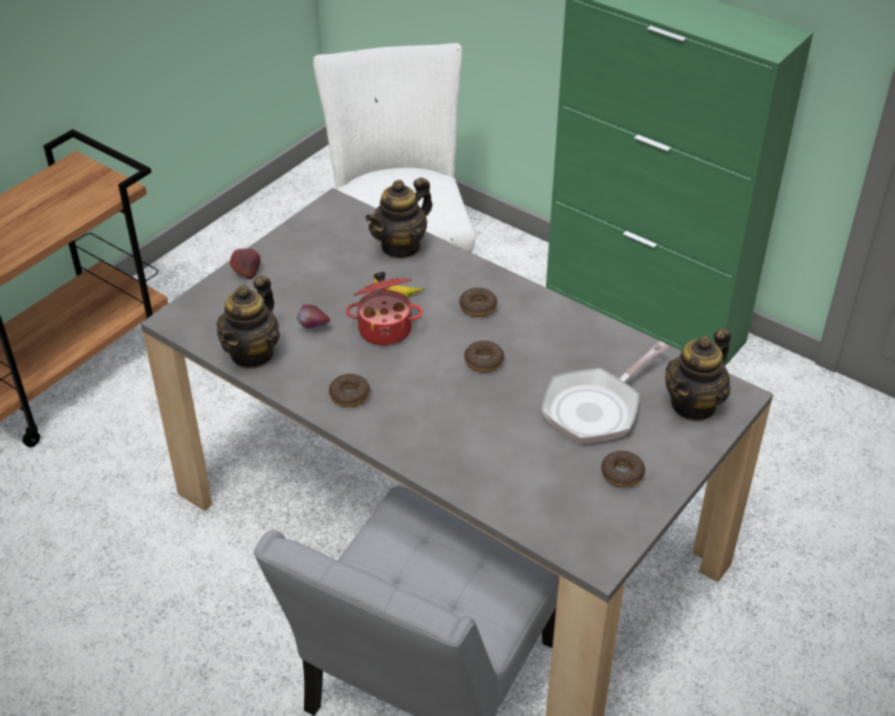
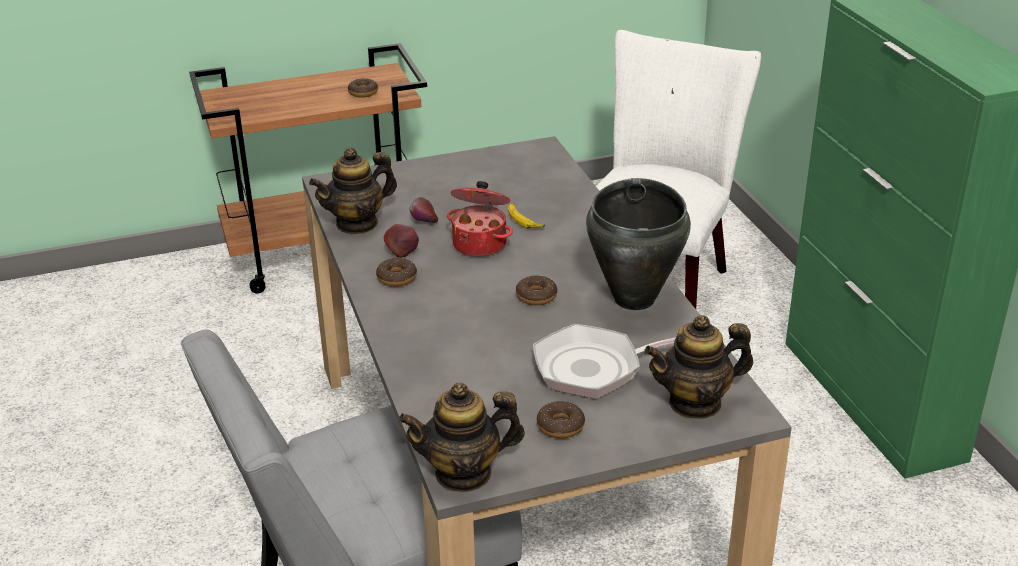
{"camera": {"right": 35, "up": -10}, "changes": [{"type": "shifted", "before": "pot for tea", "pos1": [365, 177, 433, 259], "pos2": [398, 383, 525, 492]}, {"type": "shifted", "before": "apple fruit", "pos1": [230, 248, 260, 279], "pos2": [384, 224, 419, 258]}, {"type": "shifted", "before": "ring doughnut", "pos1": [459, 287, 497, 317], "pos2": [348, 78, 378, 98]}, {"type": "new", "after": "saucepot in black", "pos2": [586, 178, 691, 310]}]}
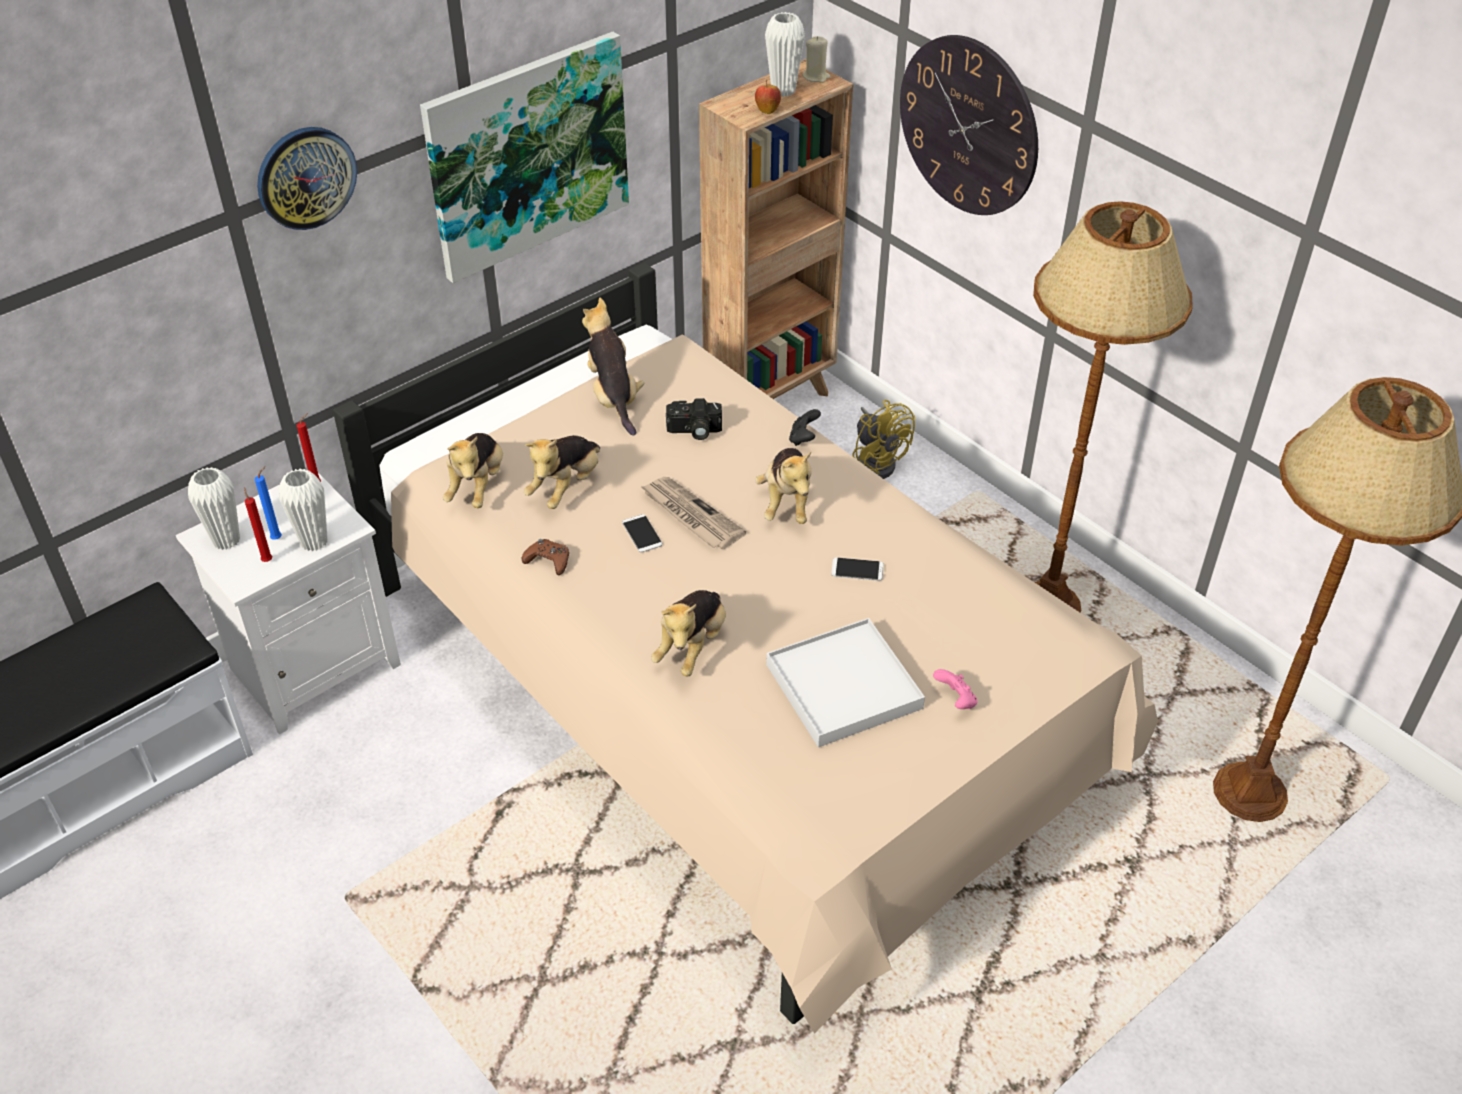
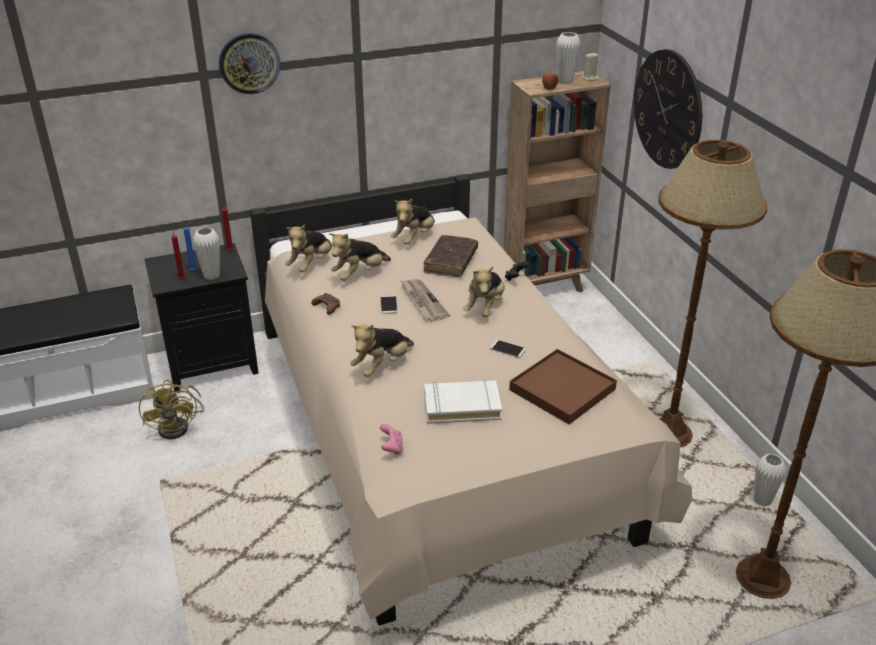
{"camera": {"right": 20, "up": -10}, "changes": [{"type": "gone", "before": "wall picture", "pos1": [420, 31, 629, 283]}, {"type": "rotated", "before": "soft toy", "pos1": [582, 298, 644, 436], "pos2": [391, 199, 435, 245], "turn": -150}, {"type": "swapped", "before": "still camera", "after": "book in brownish", "pos1": [666, 398, 722, 440], "pos2": [423, 235, 478, 277]}, {"type": "shifted", "before": "fan in yellowish", "pos1": [852, 400, 915, 479], "pos2": [139, 380, 204, 439]}, {"type": "shifted", "before": "decorative vase in whitish", "pos1": [188, 467, 240, 550], "pos2": [753, 454, 786, 507]}, {"type": "repainted", "before": "bedside table in whitish", "after": "bedside table in black", "pos1": [176, 473, 401, 734], "pos2": [145, 243, 259, 392]}, {"type": "swapped", "before": "carrying tray in whitish", "after": "book in whitish", "pos1": [766, 618, 925, 747], "pos2": [424, 380, 502, 424]}, {"type": "shifted", "before": "game controller in pink", "pos1": [933, 669, 978, 709], "pos2": [380, 424, 404, 455]}, {"type": "new", "after": "carrying tray in brownish", "pos2": [509, 349, 617, 424]}]}
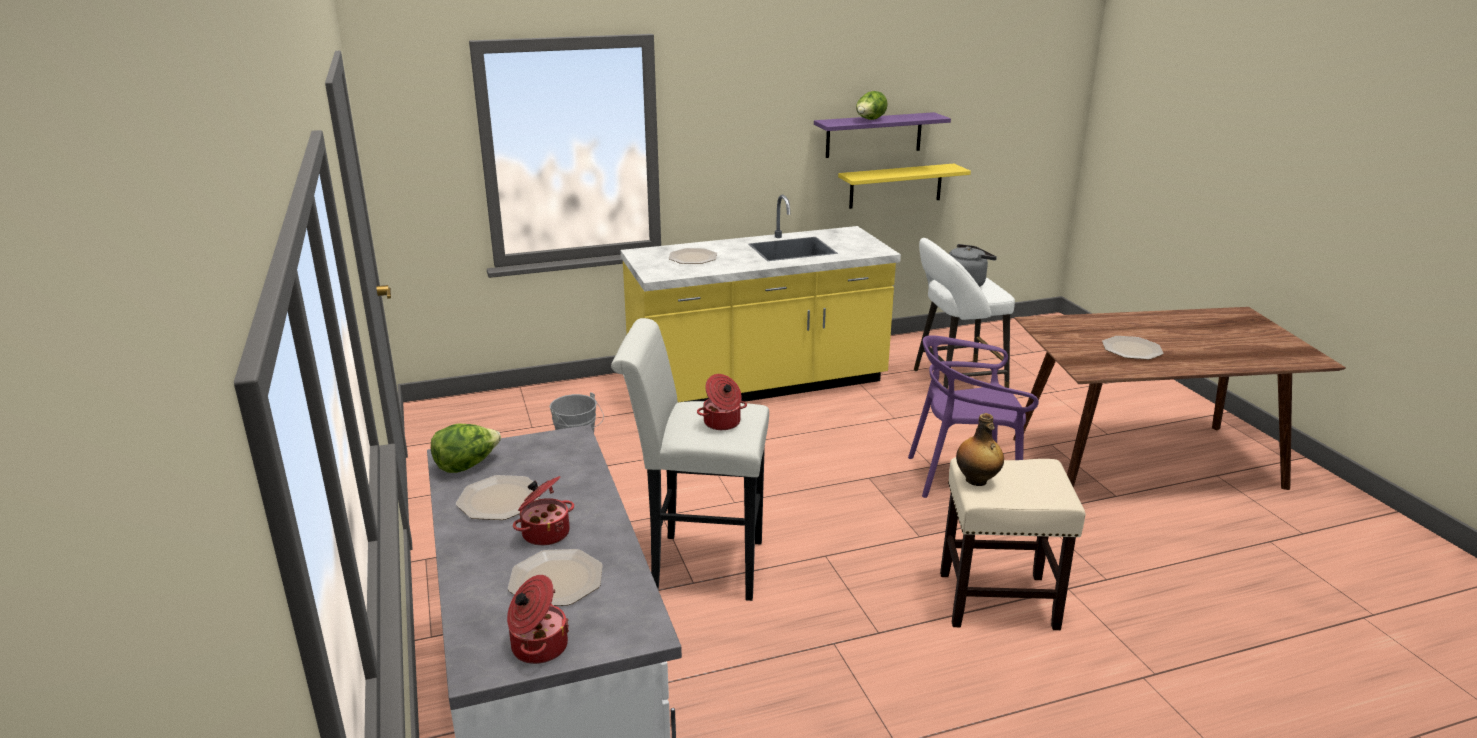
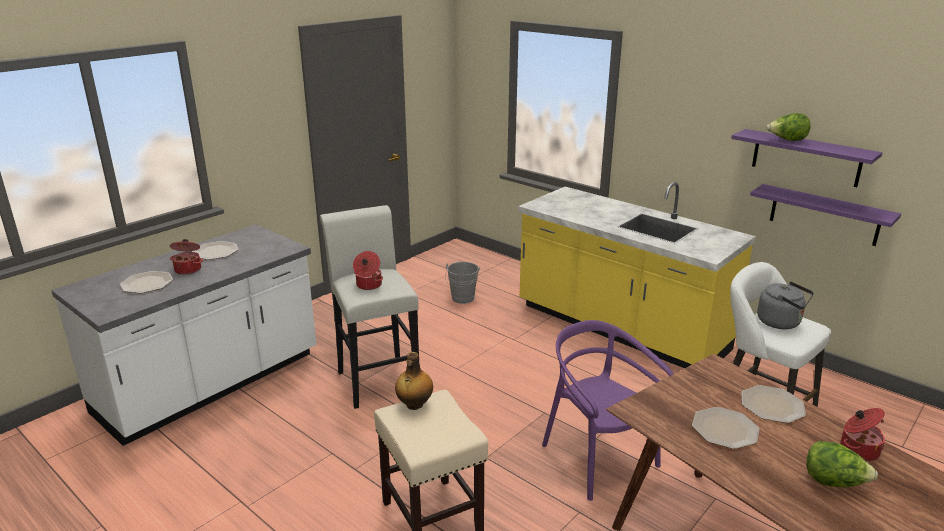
{"camera": {"right": 60, "up": 0}, "changes": [{"type": "repainted", "before": "shelf in yellowish", "after": "shelf in purple", "pos1": [838, 164, 971, 209], "pos2": [750, 184, 901, 246]}, {"type": "shifted", "before": "plate", "pos1": [668, 248, 717, 264], "pos2": [741, 385, 806, 423]}, {"type": "shifted", "before": "lettuce head", "pos1": [431, 423, 501, 473], "pos2": [806, 441, 878, 487]}, {"type": "shifted", "before": "saucepot", "pos1": [507, 575, 569, 664], "pos2": [840, 408, 885, 461]}]}
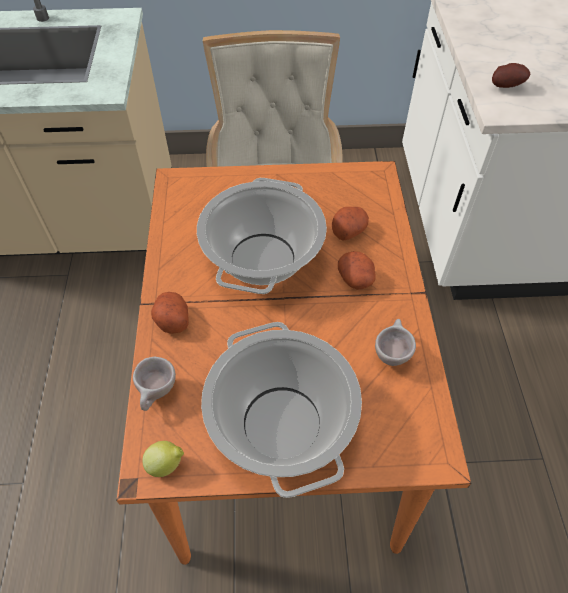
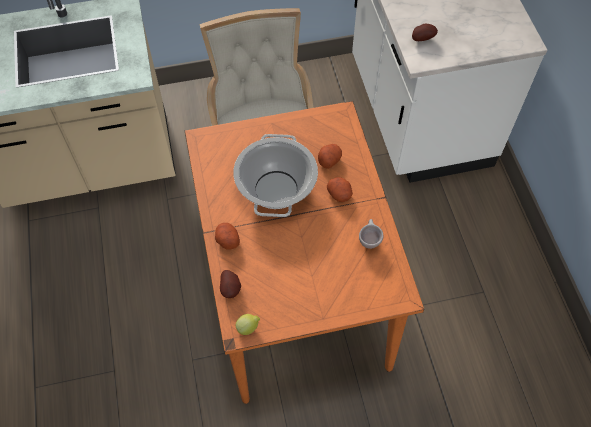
{"camera": {"right": -10, "up": 5}, "changes": [{"type": "gone", "before": "saucepot", "pos1": [201, 322, 362, 498]}, {"type": "swapped", "before": "small cup in beige", "after": "whole potato", "pos1": [133, 357, 176, 411], "pos2": [220, 270, 241, 298]}]}
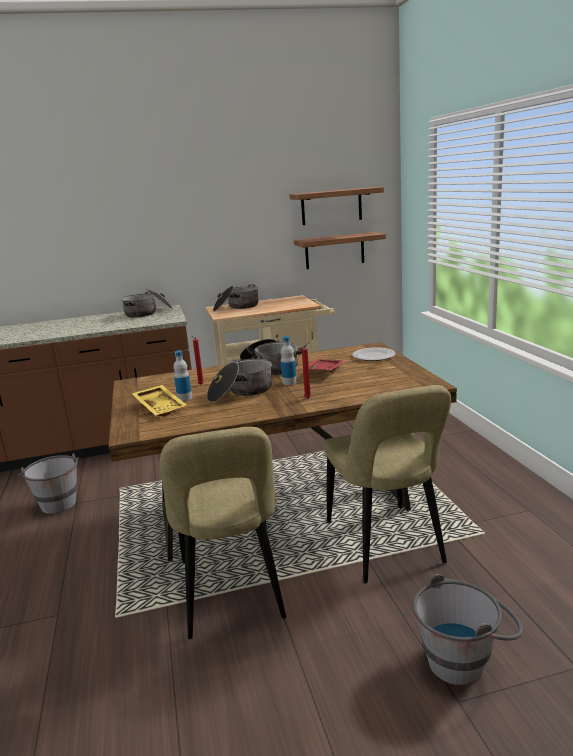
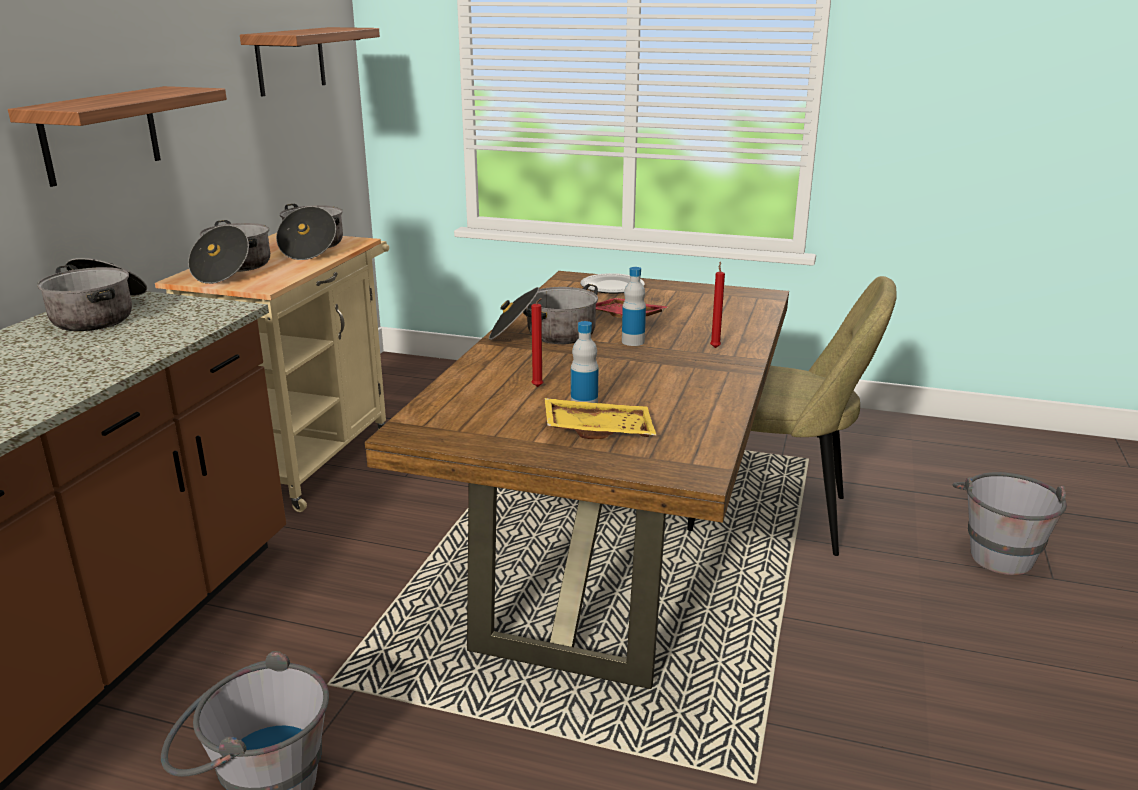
{"camera": {"right": -60, "up": 5}, "changes": [{"type": "shifted", "before": "shelf", "pos1": [294, 232, 386, 269], "pos2": [8, 86, 227, 187]}, {"type": "shifted", "before": "saucepot", "pos1": [207, 355, 272, 402], "pos2": [276, 204, 343, 260]}, {"type": "gone", "before": "upright chair in beige", "pos1": [160, 427, 286, 639]}]}
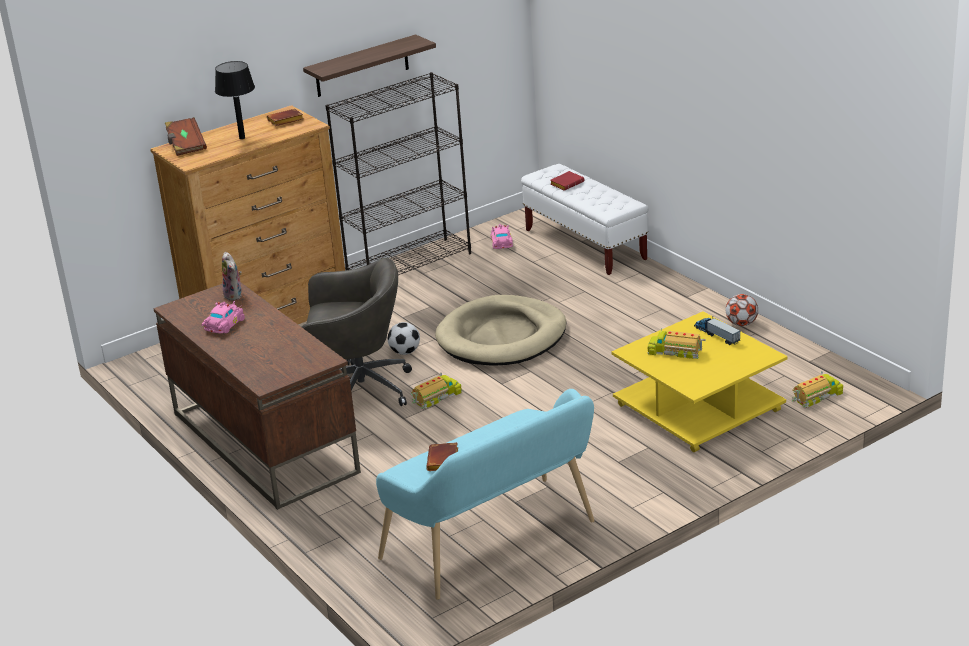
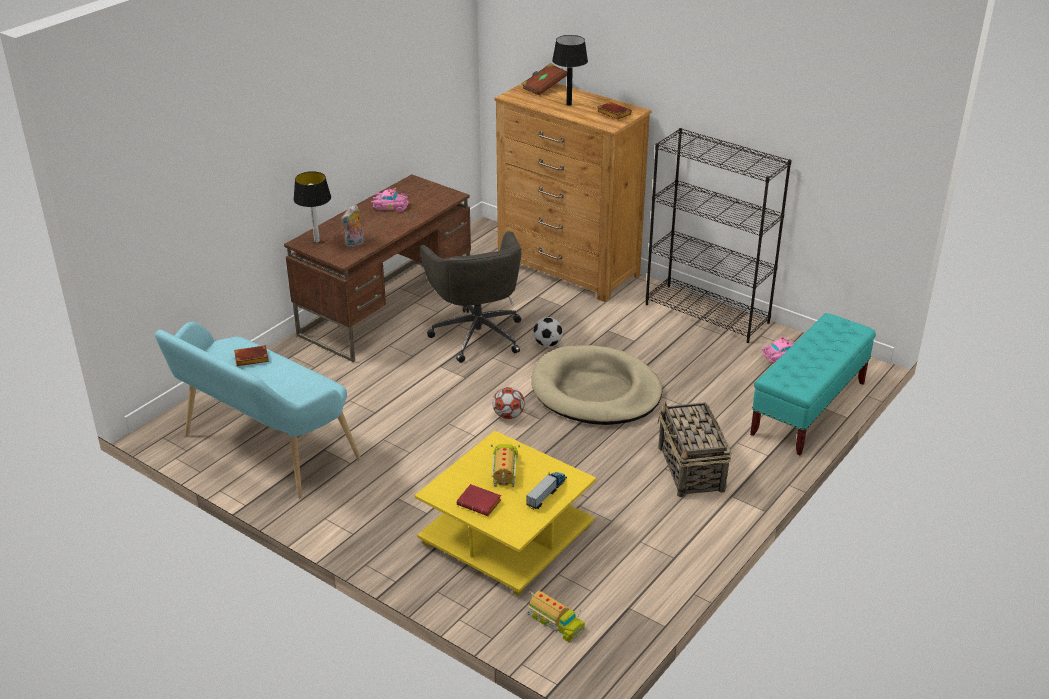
{"camera": {"right": 70, "up": 5}, "changes": [{"type": "gone", "before": "shelf", "pos1": [303, 34, 436, 97]}, {"type": "repainted", "before": "indoor bench in whitish", "after": "indoor bench in turquoise-coloured", "pos1": [521, 164, 649, 275], "pos2": [750, 313, 876, 455]}, {"type": "shifted", "before": "book in red", "pos1": [550, 171, 584, 191], "pos2": [457, 484, 501, 516]}, {"type": "shifted", "before": "soft toy", "pos1": [222, 252, 242, 301], "pos2": [341, 205, 364, 247]}, {"type": "shifted", "before": "ball for football", "pos1": [726, 294, 758, 326], "pos2": [492, 387, 525, 419]}, {"type": "gone", "before": "toy lorry", "pos1": [411, 373, 462, 410]}, {"type": "new", "after": "lamp for a table", "pos2": [293, 171, 331, 243]}, {"type": "new", "after": "household basket", "pos2": [658, 402, 732, 497]}]}
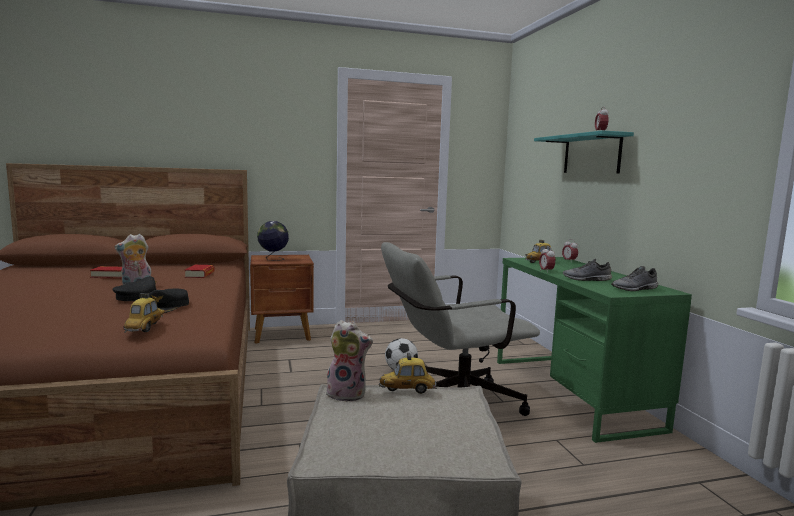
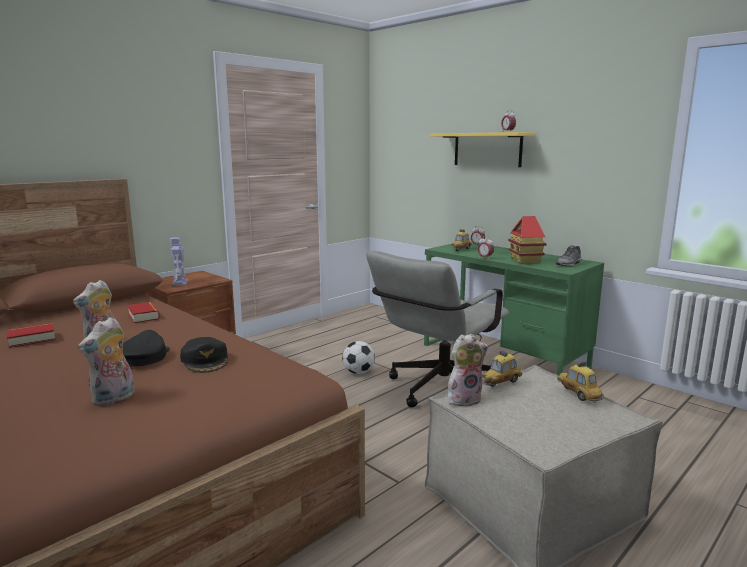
{"camera": {"right": -30, "up": 5}, "changes": [{"type": "repainted", "before": "shelf in turquoise-coloured", "after": "shelf in yellowish", "pos1": [534, 130, 634, 174], "pos2": [430, 132, 535, 167]}, {"type": "swapped", "before": "world globe", "after": "robot figure", "pos1": [257, 221, 289, 261], "pos2": [169, 238, 188, 286]}, {"type": "swapped", "before": "low shoe in gray", "after": "toy house", "pos1": [563, 259, 612, 281], "pos2": [508, 216, 547, 264]}, {"type": "shifted", "before": "toy car", "pos1": [123, 293, 165, 333], "pos2": [557, 361, 604, 403]}, {"type": "new", "after": "soft toy", "pos2": [78, 317, 134, 407]}]}
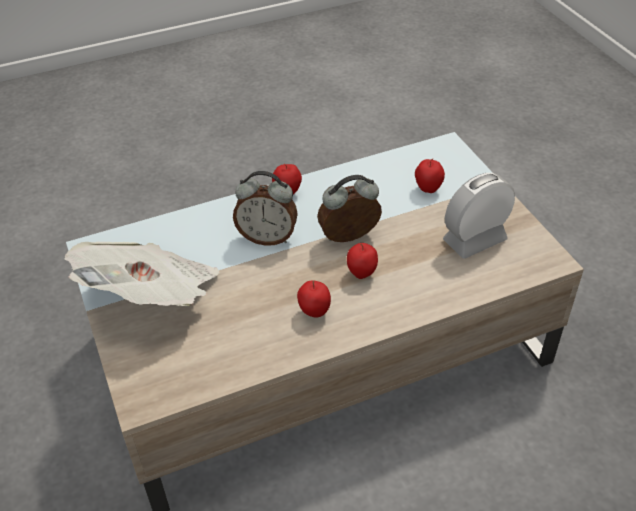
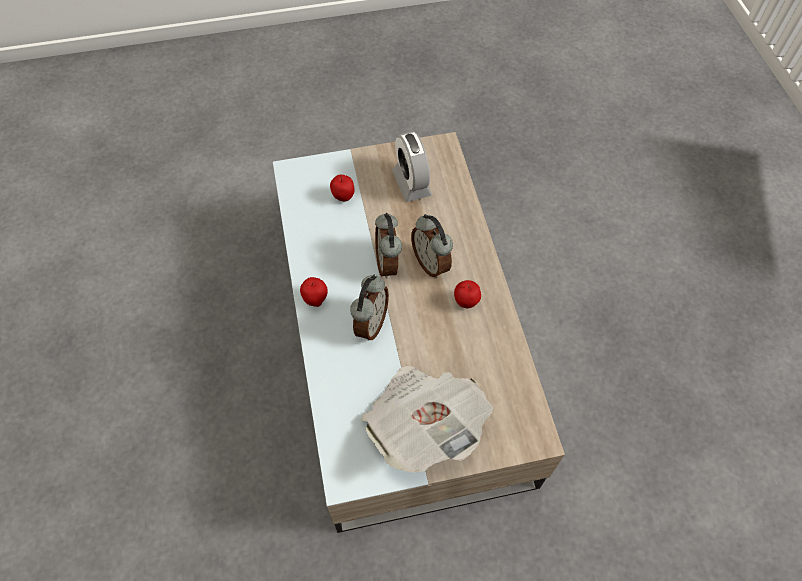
{"camera": {"right": -80, "up": 15}, "changes": [{"type": "swapped", "before": "apple fruit", "after": "bedside clock", "pos1": [347, 243, 378, 279], "pos2": [411, 214, 453, 278]}]}
